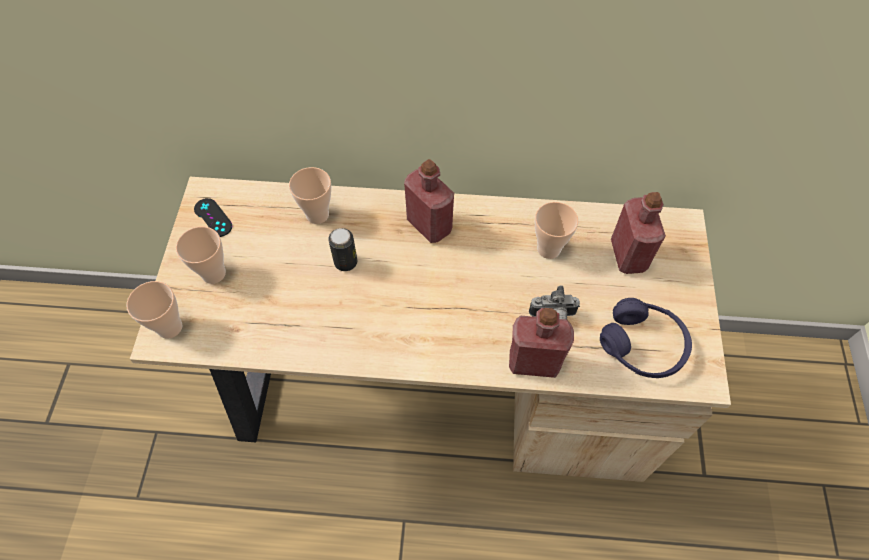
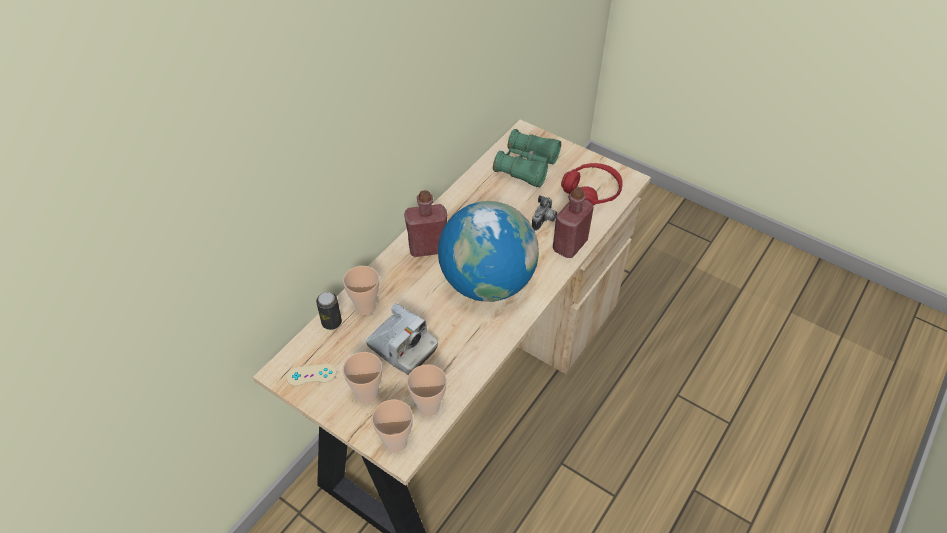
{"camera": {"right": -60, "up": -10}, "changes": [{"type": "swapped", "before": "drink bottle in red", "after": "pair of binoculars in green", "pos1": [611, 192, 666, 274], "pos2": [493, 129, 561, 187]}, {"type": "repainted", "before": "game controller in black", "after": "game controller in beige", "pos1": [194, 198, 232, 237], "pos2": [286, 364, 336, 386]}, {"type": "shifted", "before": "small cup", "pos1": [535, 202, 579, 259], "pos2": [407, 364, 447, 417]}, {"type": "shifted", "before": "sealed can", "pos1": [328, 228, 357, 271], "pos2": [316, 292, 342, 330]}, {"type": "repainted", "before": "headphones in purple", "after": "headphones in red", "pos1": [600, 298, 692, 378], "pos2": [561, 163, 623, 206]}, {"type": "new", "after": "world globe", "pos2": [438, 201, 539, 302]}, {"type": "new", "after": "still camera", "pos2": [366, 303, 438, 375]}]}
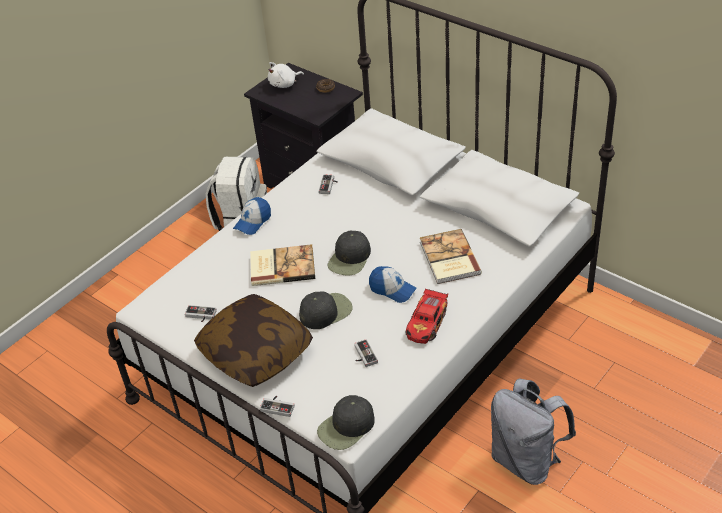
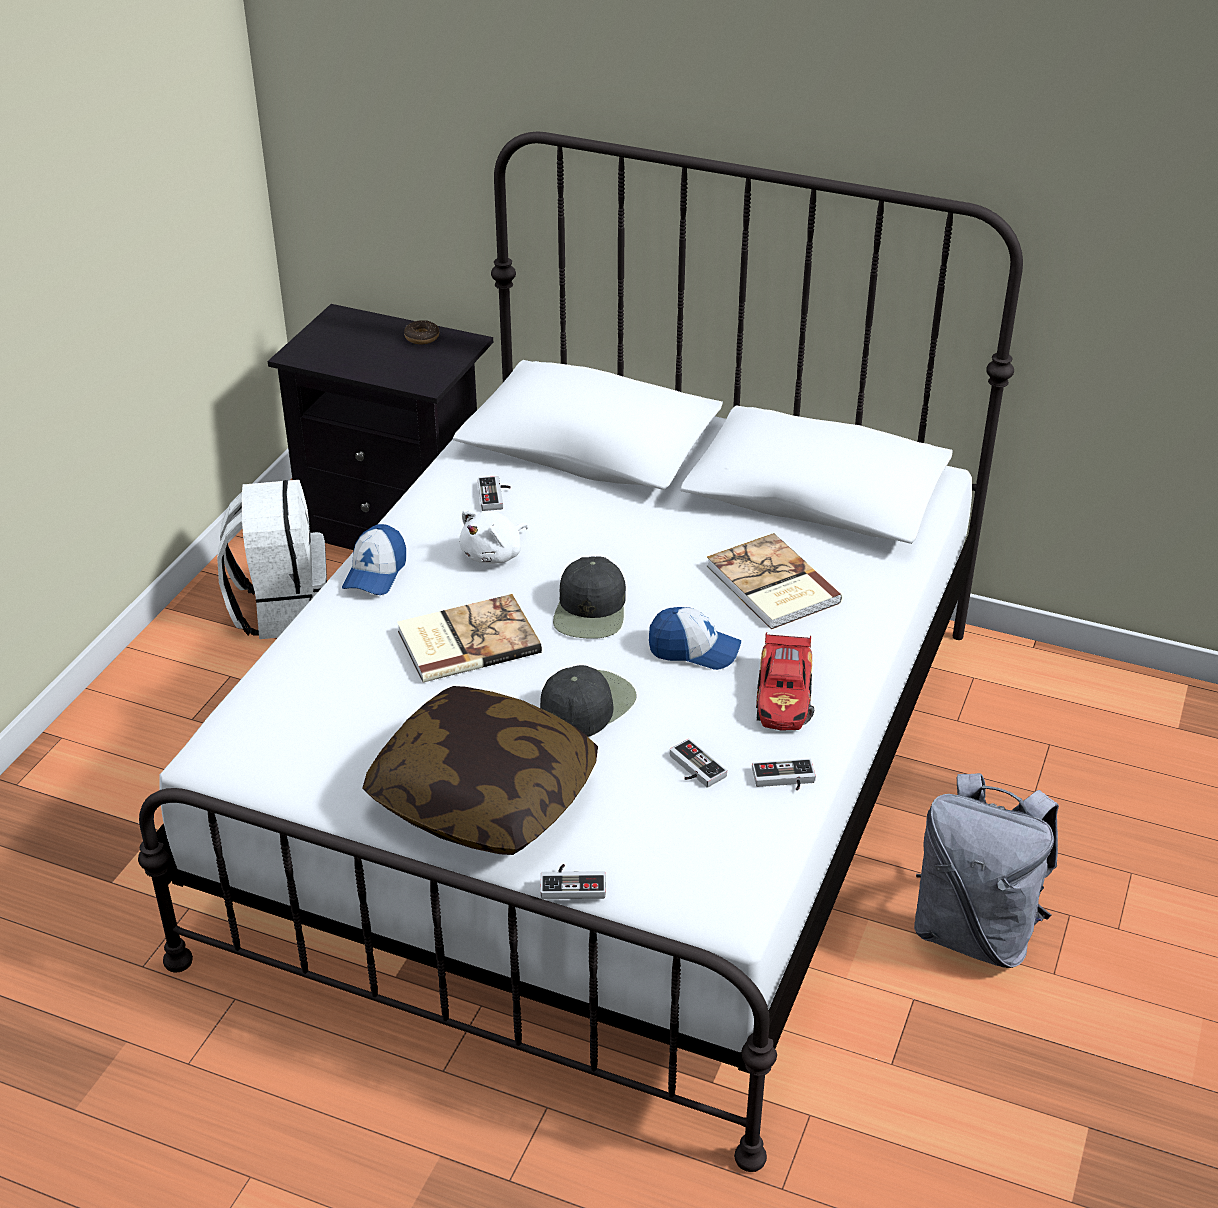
{"camera": {"right": -20, "up": -5}, "changes": [{"type": "shifted", "before": "soft toy in whitish", "pos1": [268, 62, 304, 88], "pos2": [459, 510, 528, 564]}, {"type": "shifted", "before": "game controller", "pos1": [185, 305, 217, 322], "pos2": [752, 759, 816, 791]}, {"type": "gone", "before": "cap in black", "pos1": [317, 395, 375, 450]}]}
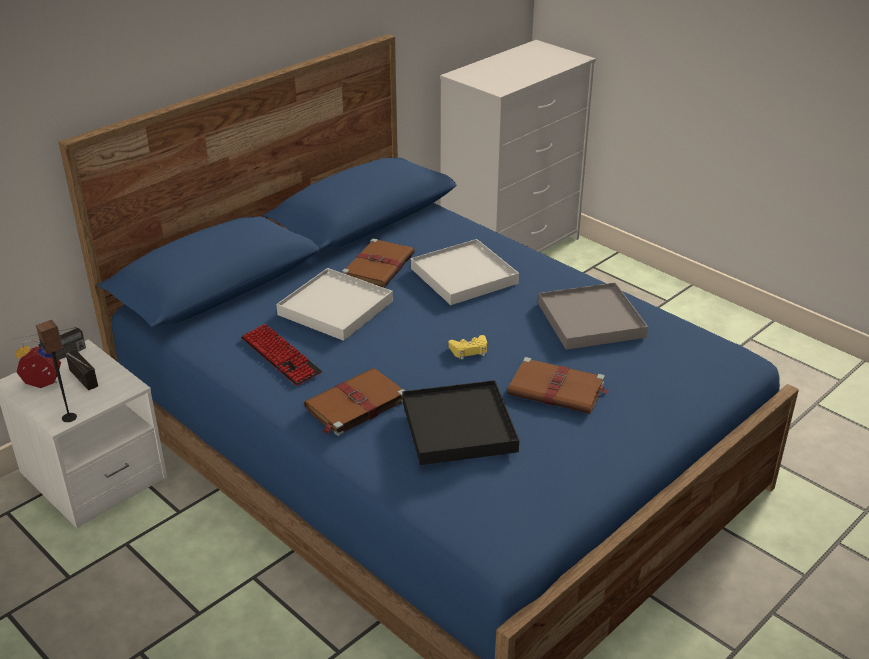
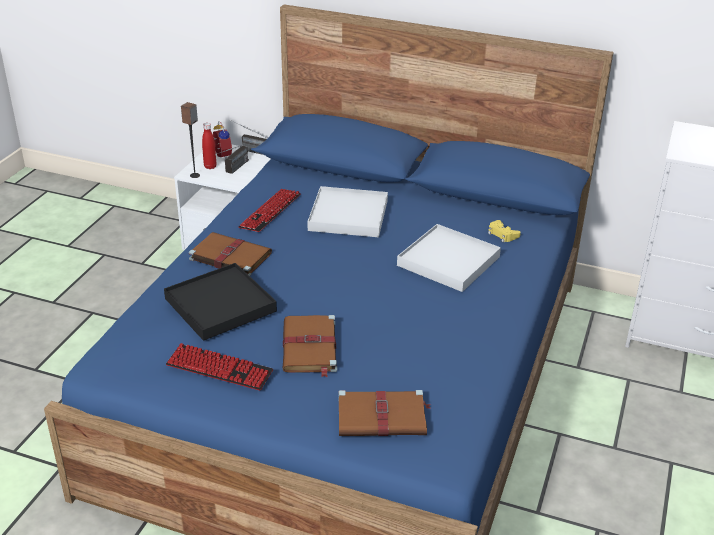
{"camera": {"right": 65, "up": 0}, "changes": [{"type": "shifted", "before": "book in brownish", "pos1": [342, 238, 415, 287], "pos2": [338, 390, 431, 436]}, {"type": "gone", "before": "carrying tray in gray", "pos1": [538, 282, 648, 350]}, {"type": "shifted", "before": "game controller in yellowish", "pos1": [448, 335, 487, 360], "pos2": [488, 220, 521, 243]}, {"type": "new", "after": "drink bottle in red", "pos2": [202, 123, 216, 169]}, {"type": "new", "after": "computer keyboard", "pos2": [166, 343, 273, 390]}]}
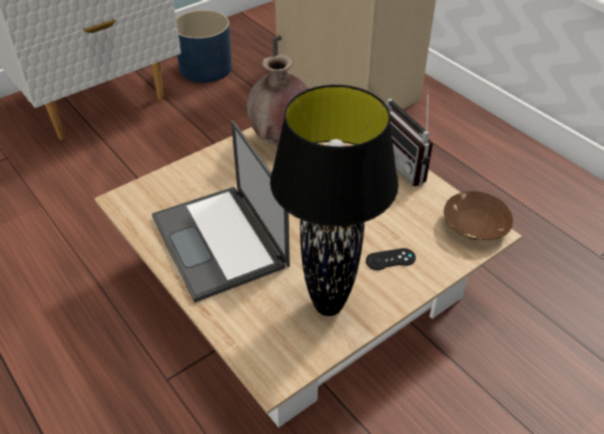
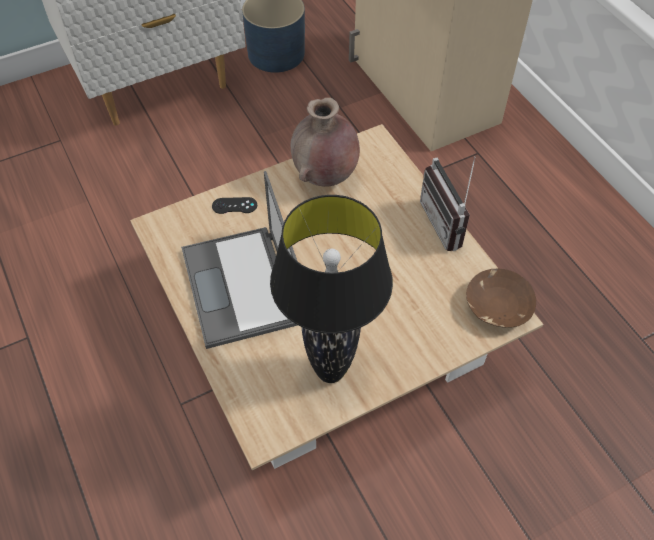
{"camera": {"right": 10, "up": 10}, "changes": [{"type": "shifted", "before": "game controller in black", "pos1": [366, 248, 416, 270], "pos2": [212, 197, 257, 214]}]}
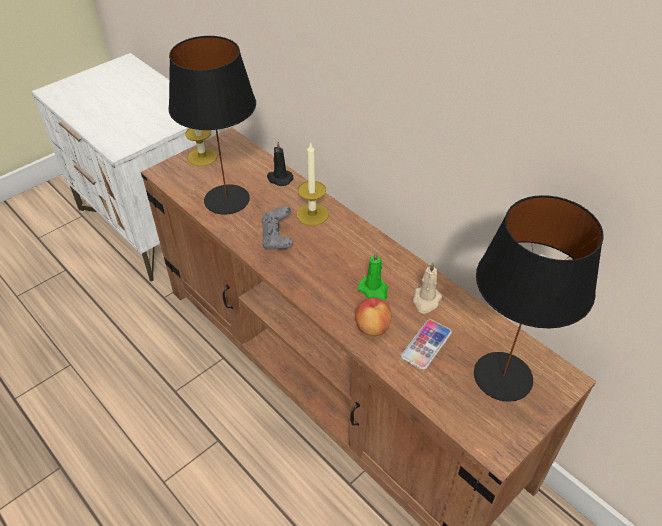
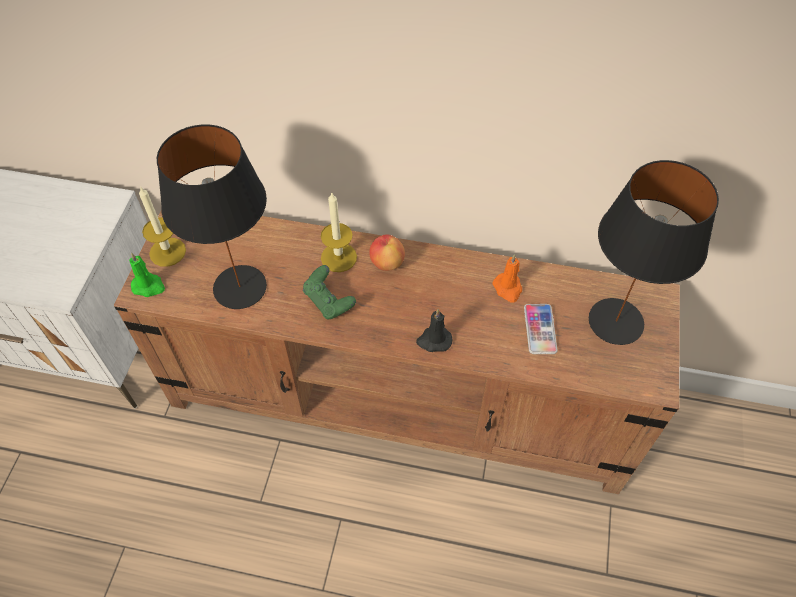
{"camera": {"right": -35, "up": 10}, "changes": [{"type": "shifted", "before": "candle in black", "pos1": [267, 142, 294, 186], "pos2": [416, 309, 452, 352]}, {"type": "repainted", "before": "game controller in gray", "after": "game controller in green", "pos1": [262, 207, 293, 250], "pos2": [303, 265, 356, 320]}, {"type": "shifted", "before": "candle in green", "pos1": [358, 252, 388, 301], "pos2": [129, 252, 165, 297]}, {"type": "repainted", "before": "candle in beige", "after": "candle in orange-coloured", "pos1": [413, 262, 442, 314], "pos2": [492, 254, 522, 302]}, {"type": "shifted", "before": "apple fruit", "pos1": [355, 298, 392, 336], "pos2": [369, 235, 405, 271]}]}
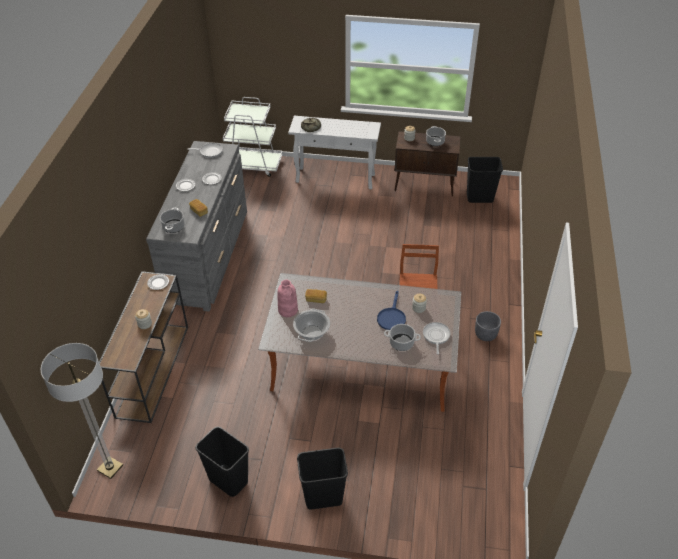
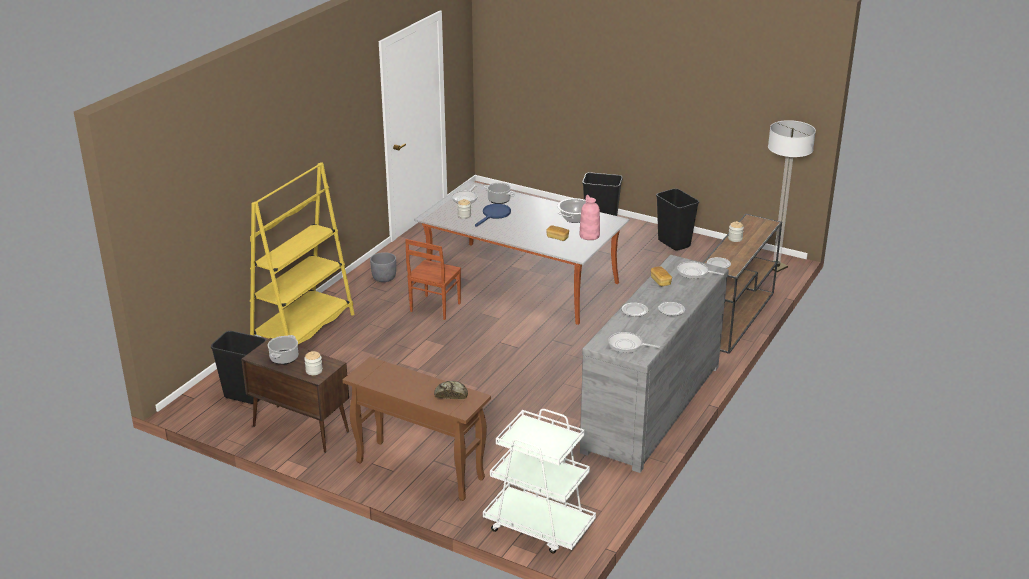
{"camera": {"right": -160, "up": -15}, "changes": [{"type": "repainted", "before": "hall table in whitish", "after": "hall table in brownish", "pos1": [288, 116, 381, 189], "pos2": [343, 357, 491, 501]}, {"type": "swapped", "before": "saucepot", "after": "pan", "pos1": [160, 208, 185, 233], "pos2": [677, 261, 724, 279]}, {"type": "new", "after": "shelving unit in yellowish", "pos2": [250, 162, 355, 344]}]}
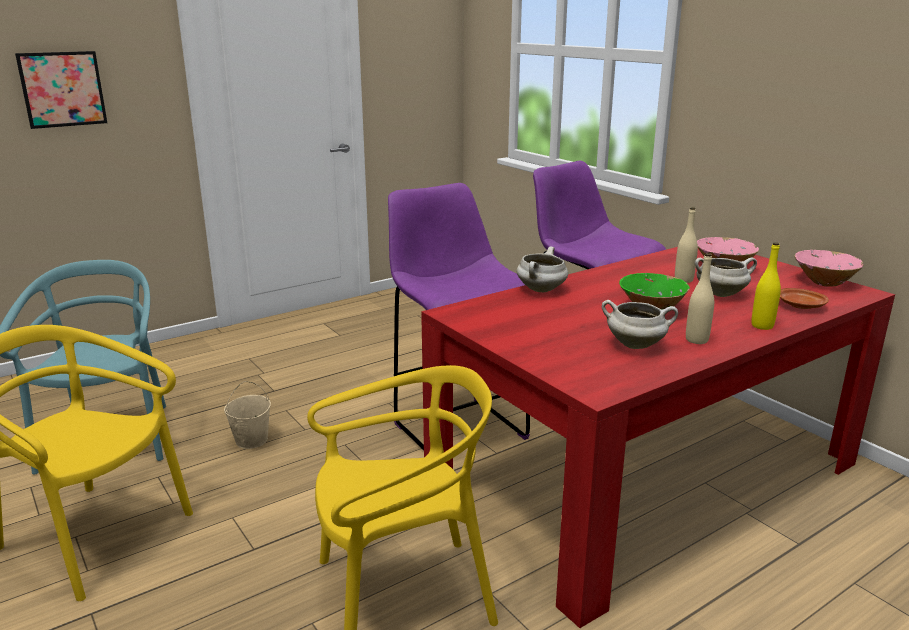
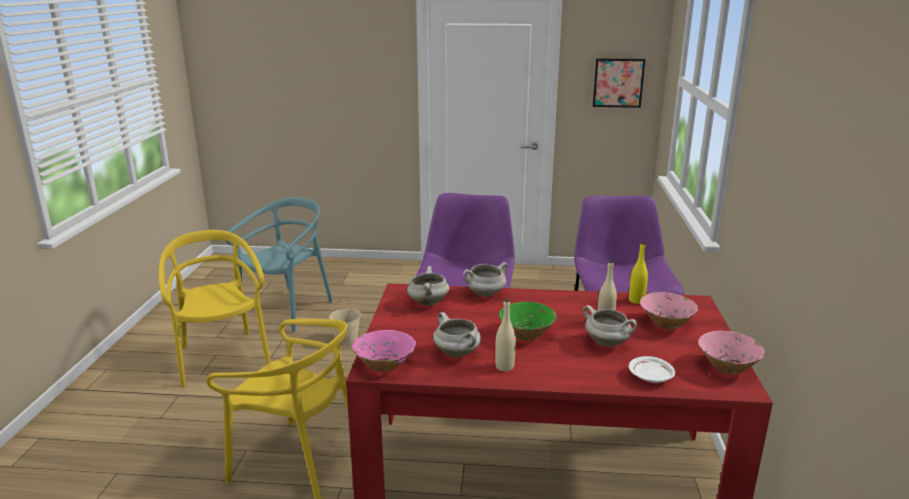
{"camera": {"right": 40, "up": 0}, "changes": [{"type": "shifted", "before": "wall picture", "pos1": [15, 51, 107, 129], "pos2": [593, 58, 645, 108]}, {"type": "shifted", "before": "drink bottle in yellowish", "pos1": [751, 242, 781, 330], "pos2": [629, 242, 648, 304]}, {"type": "repainted", "before": "plate in brownish", "after": "plate in whitish", "pos1": [780, 288, 829, 309], "pos2": [629, 356, 675, 383]}, {"type": "new", "after": "saucepot in whitish", "pos2": [407, 266, 450, 306]}, {"type": "new", "after": "deep dish in pink", "pos2": [352, 330, 416, 372]}]}
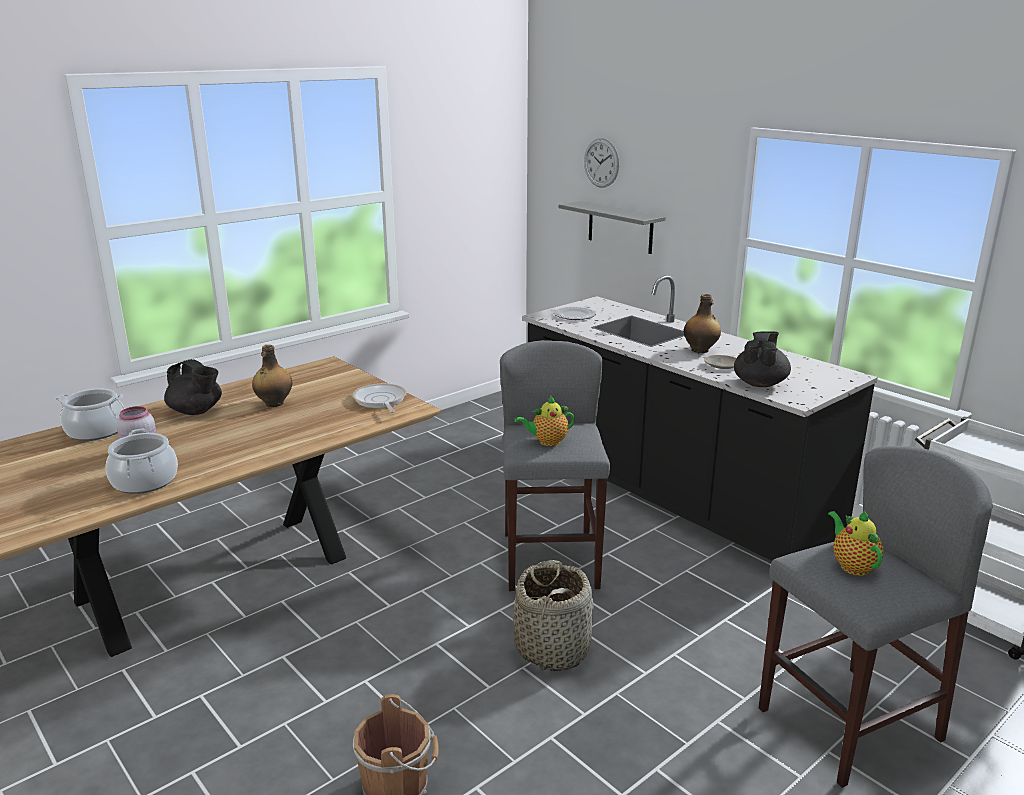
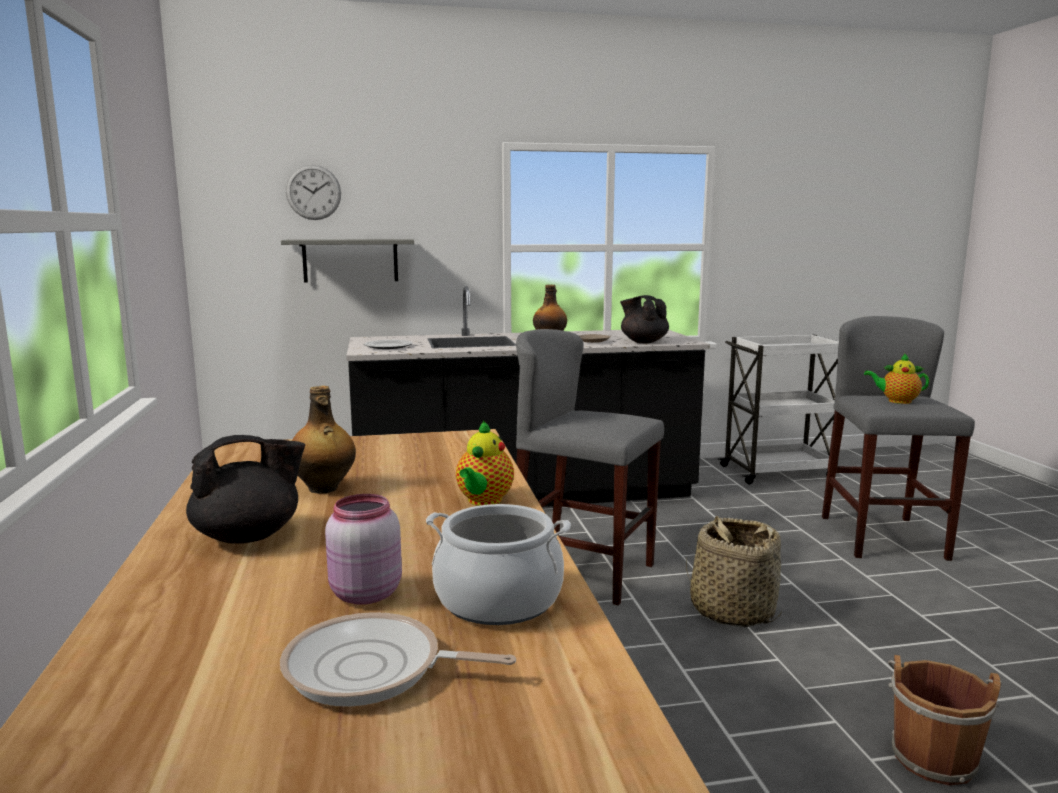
{"camera": {"right": -60, "up": -10}, "changes": [{"type": "shifted", "before": "pan", "pos1": [353, 383, 407, 413], "pos2": [280, 612, 516, 707]}, {"type": "gone", "before": "saucepot", "pos1": [56, 389, 124, 441]}, {"type": "shifted", "before": "pot for tea", "pos1": [515, 396, 575, 446], "pos2": [456, 420, 514, 506]}]}
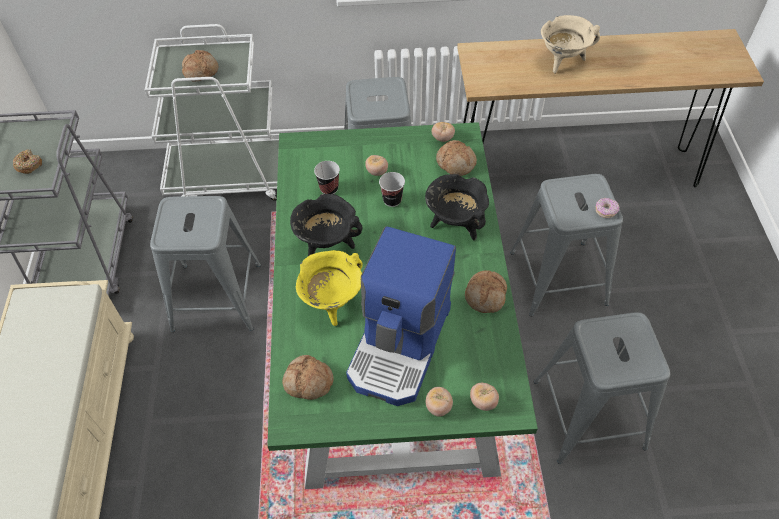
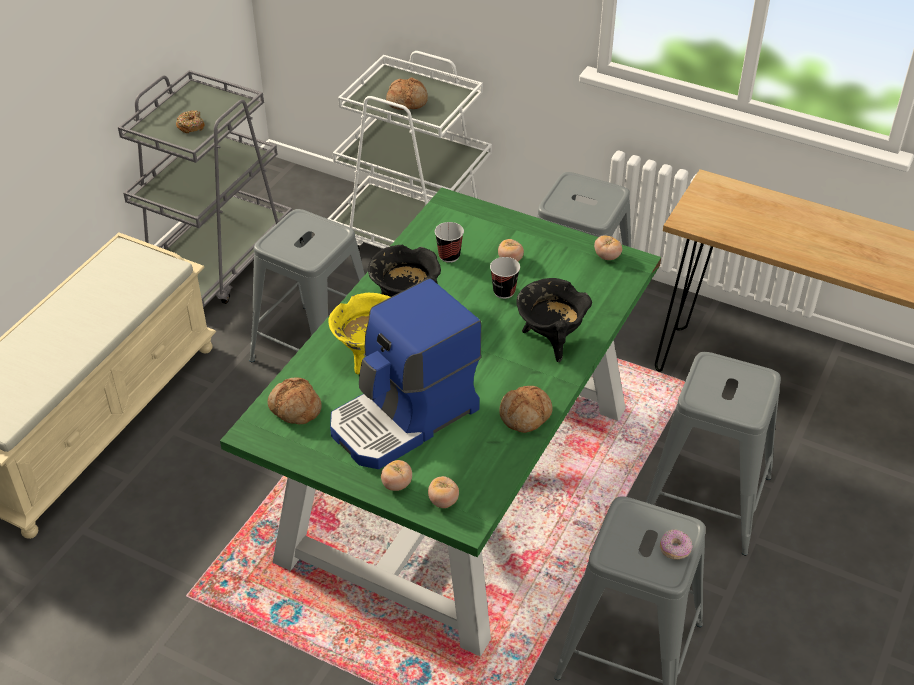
{"camera": {"right": 30, "up": -10}, "changes": [{"type": "gone", "before": "saucepot in beige", "pos1": [541, 15, 600, 73]}, {"type": "gone", "before": "bakery bread", "pos1": [436, 140, 477, 176]}, {"type": "shifted", "before": "ring doughnut", "pos1": [596, 198, 619, 218], "pos2": [660, 529, 693, 559]}]}
